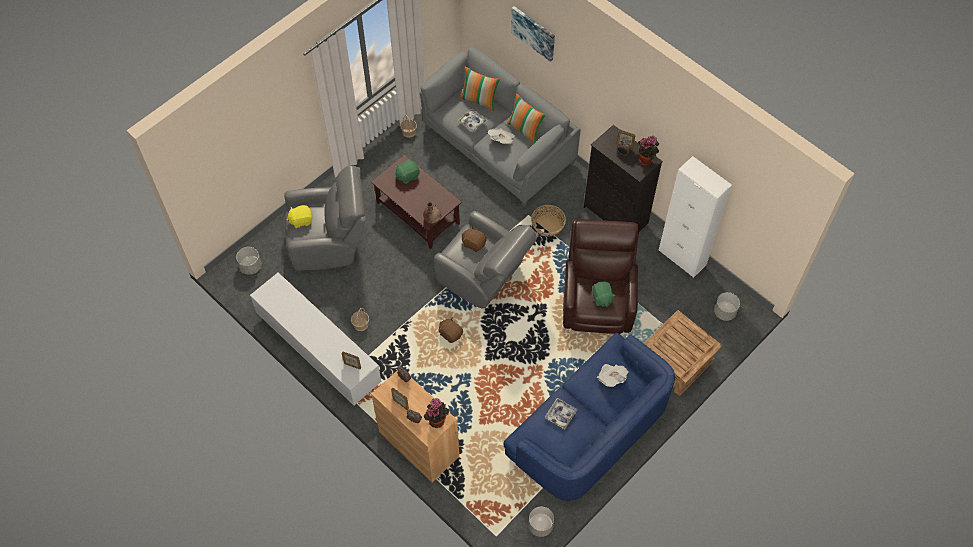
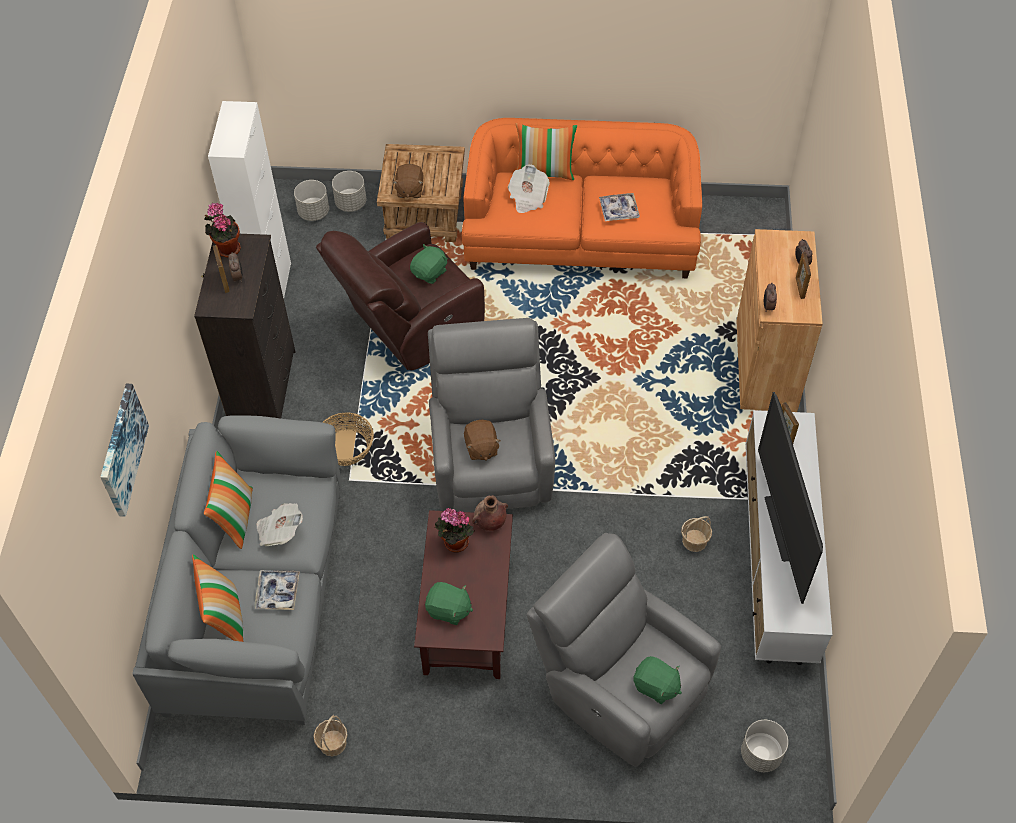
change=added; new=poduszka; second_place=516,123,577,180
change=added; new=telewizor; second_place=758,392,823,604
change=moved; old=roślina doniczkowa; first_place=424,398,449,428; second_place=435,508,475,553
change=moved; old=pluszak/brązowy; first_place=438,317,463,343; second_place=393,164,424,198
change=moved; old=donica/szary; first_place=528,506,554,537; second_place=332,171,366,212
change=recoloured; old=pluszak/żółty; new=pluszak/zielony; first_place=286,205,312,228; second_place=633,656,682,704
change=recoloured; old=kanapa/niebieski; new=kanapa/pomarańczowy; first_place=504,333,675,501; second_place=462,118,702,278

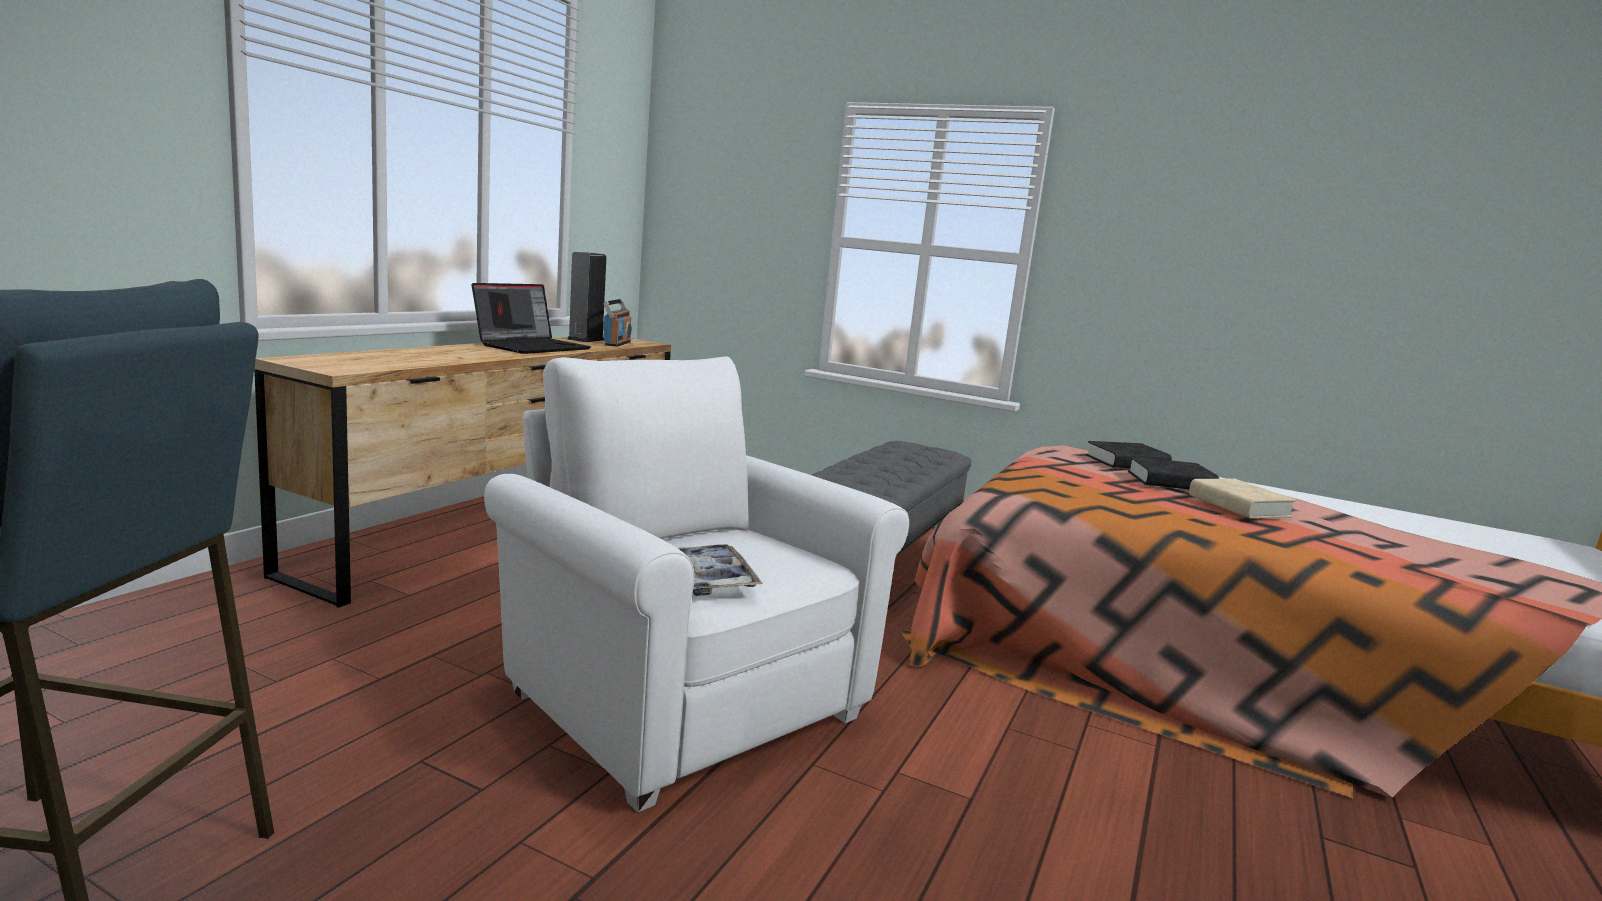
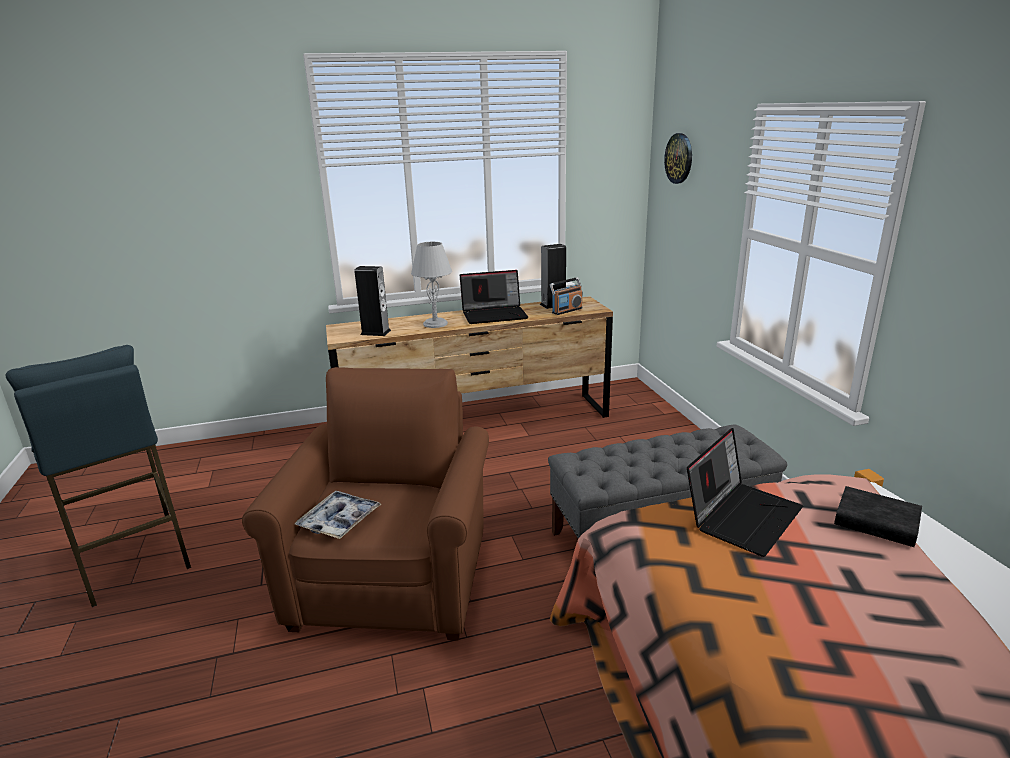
change=removed; old=książka/czarny; first_place=1128,456,1219,489
change=removed; old=książka/beżowy; first_place=1189,479,1297,519
change=added; new=głośnik; second_place=354,266,391,336
change=added; new=lampa stołowa/szary; second_place=411,242,452,328
change=added; new=zegar ścienny; second_place=664,133,692,184
change=added; new=laptop; second_place=687,428,803,557
change=recoloured; old=fotel/biały; new=fotel/brązowy; first_place=484,356,909,812; second_place=242,367,489,640

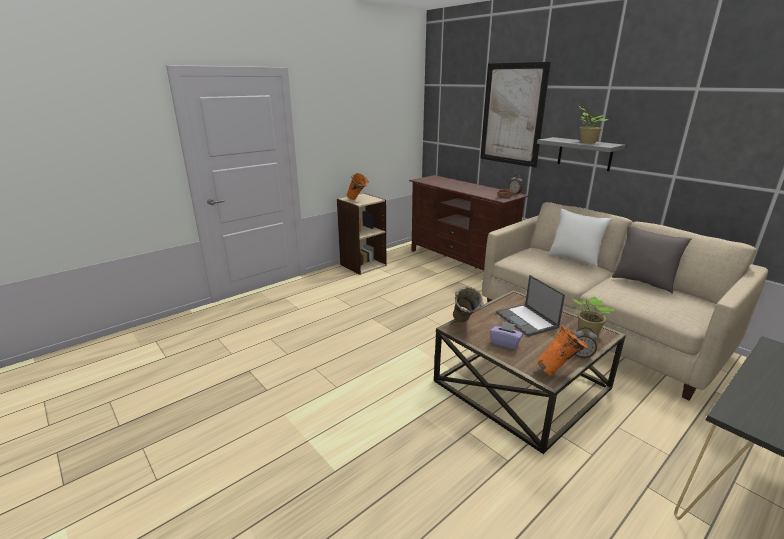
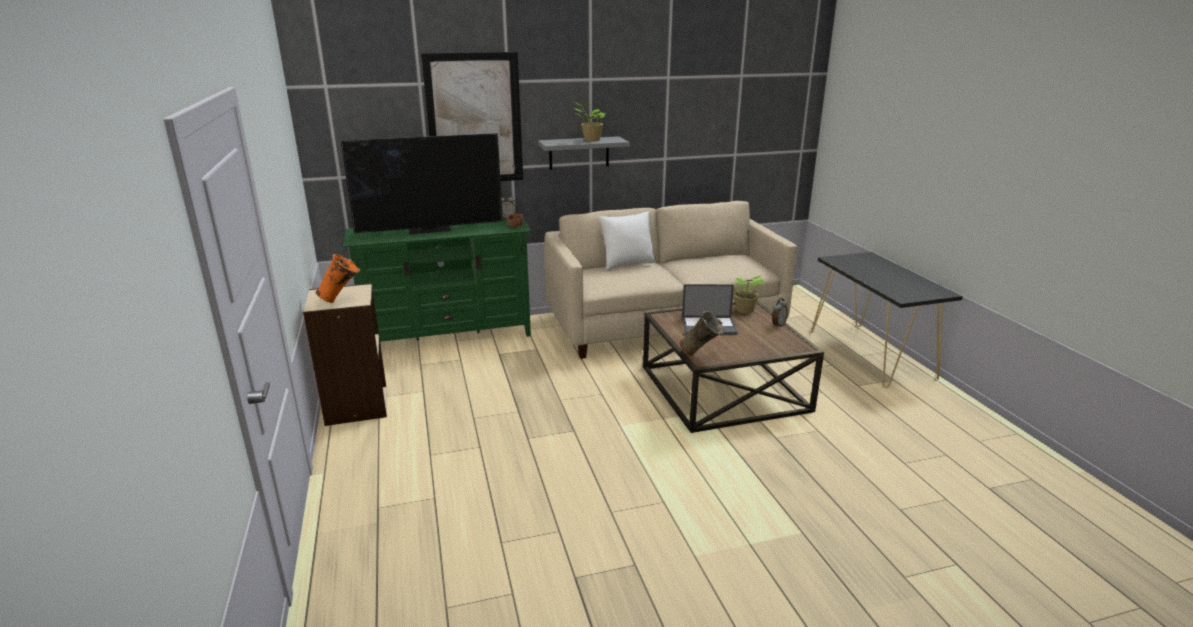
change=removed; old=pudełko chusteczek/fioletowy; first_place=490,321,523,350
change=removed; old=wazon/pomarańczowy; first_place=536,325,588,376
change=removed; old=poduszka/szary; first_place=612,225,692,294
change=added; new=telewizor; second_place=341,133,503,235
change=recoloured; old=szafka pod telewizor/brązowy; new=szafka pod telewizor/zielony; first_place=409,175,529,270; second_place=343,218,531,342

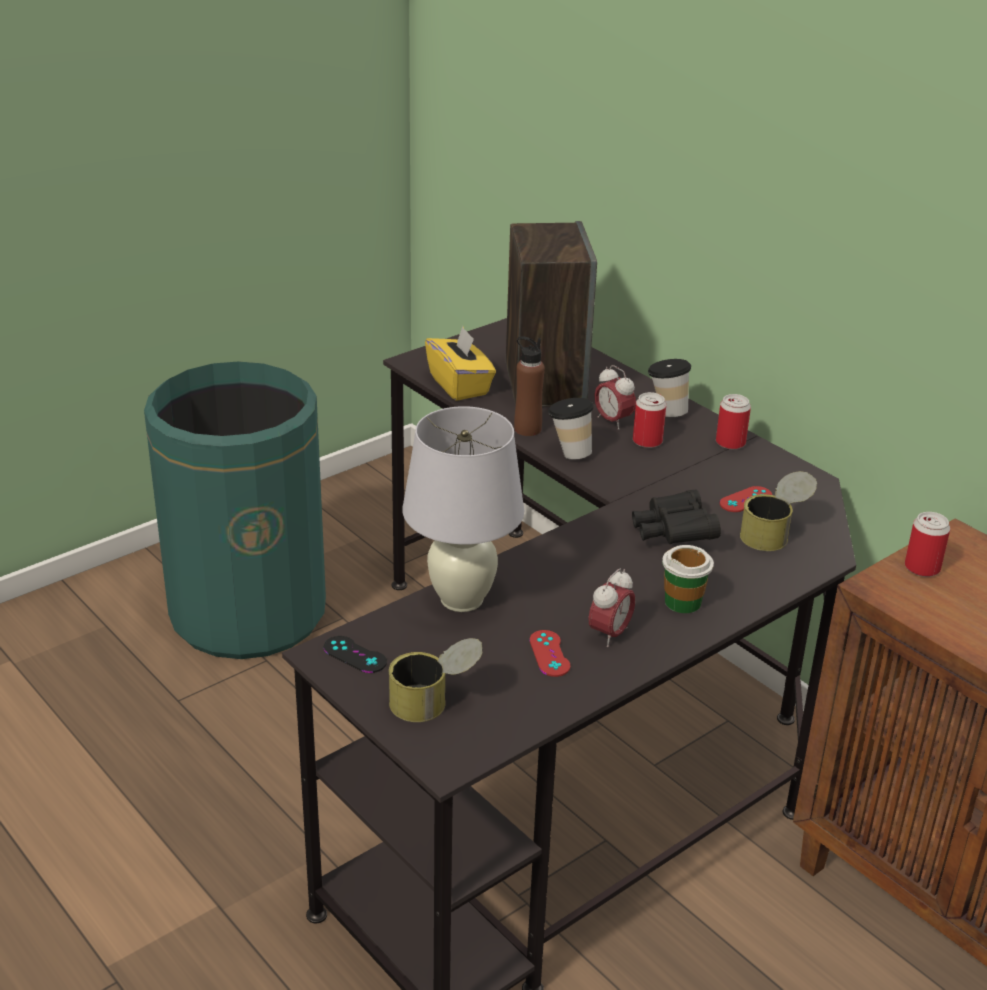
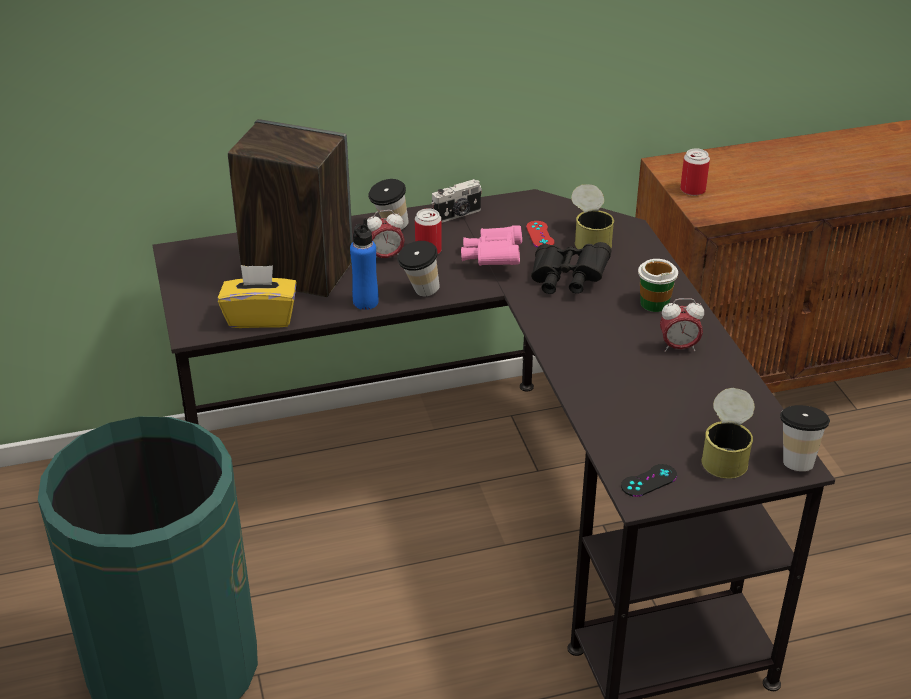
change=removed; old=lampa stołowa/biały; first_place=403,406,524,612
change=removed; old=pad do gier/czerwony; first_place=529,630,570,677
change=added; new=lornetka/różowy; second_place=461,225,522,266
change=added; new=filiżanka; second_place=780,405,830,471
change=replaced; old=puszka; new=aparat fotograficzny; first_place=716,394,751,449; second_place=431,179,482,223
change=recoloured; old=butelka/brązowy; new=butelka/niebieski; first_place=514,336,545,436; second_place=350,218,379,310
change=turned; old=budzik; first_place=589,569,635,647; second_place=660,298,704,352; degrees=120

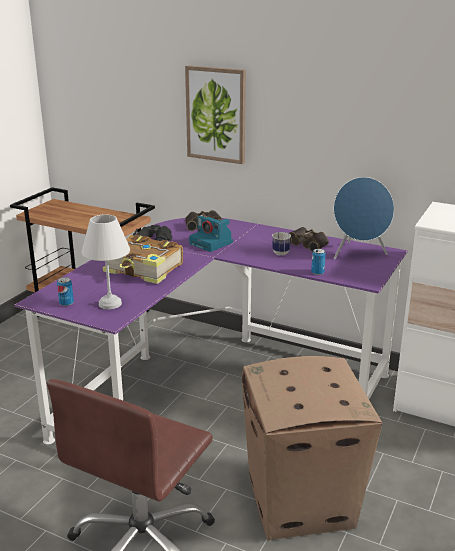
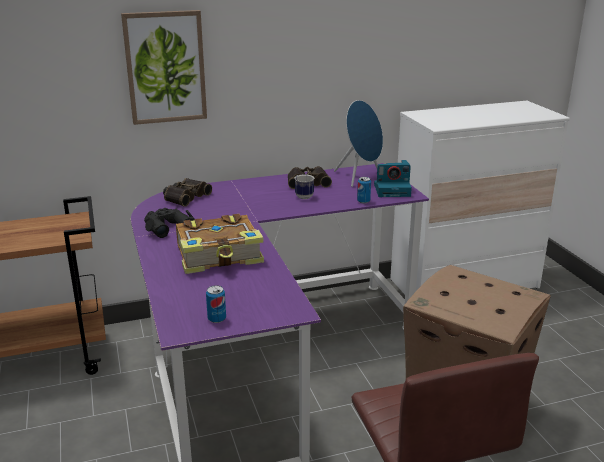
change=removed; old=lampa stołowa/biały; first_place=81,215,130,309
change=moved; old=aparat fotograficzny; first_place=189,216,233,252; second_place=374,160,412,197

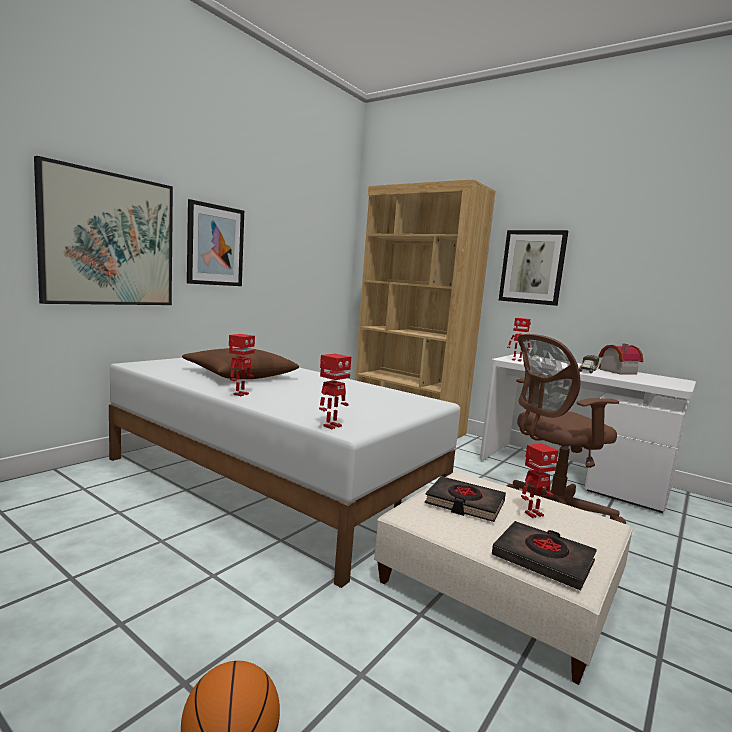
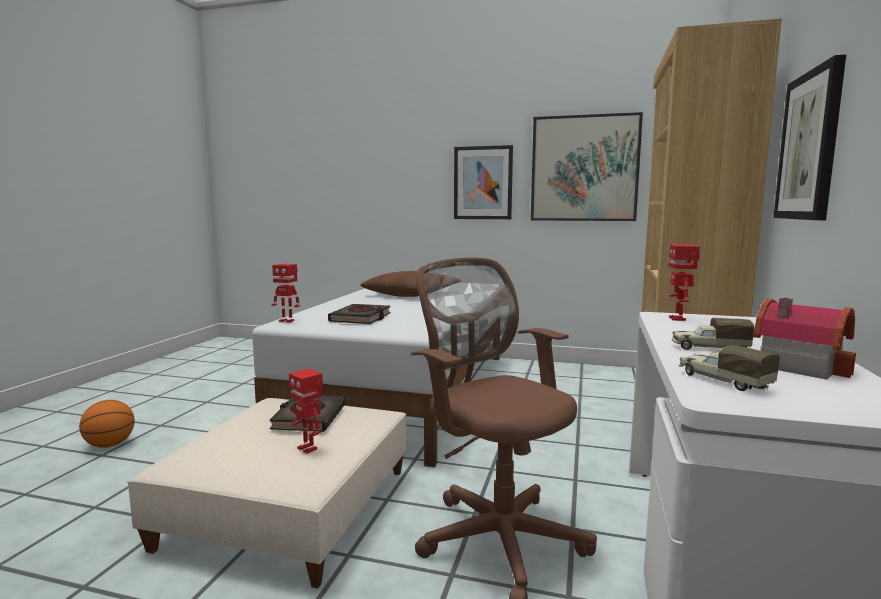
change=removed; old=robot zabawkowy; first_place=229,334,255,396
change=added; new=ciężarówka zabawkowa; second_place=679,345,780,391
change=moved; old=obraz; first_place=34,156,173,305; second_place=531,112,643,221
change=moved; old=książka/czarny; first_place=492,521,597,591; second_place=328,304,391,324

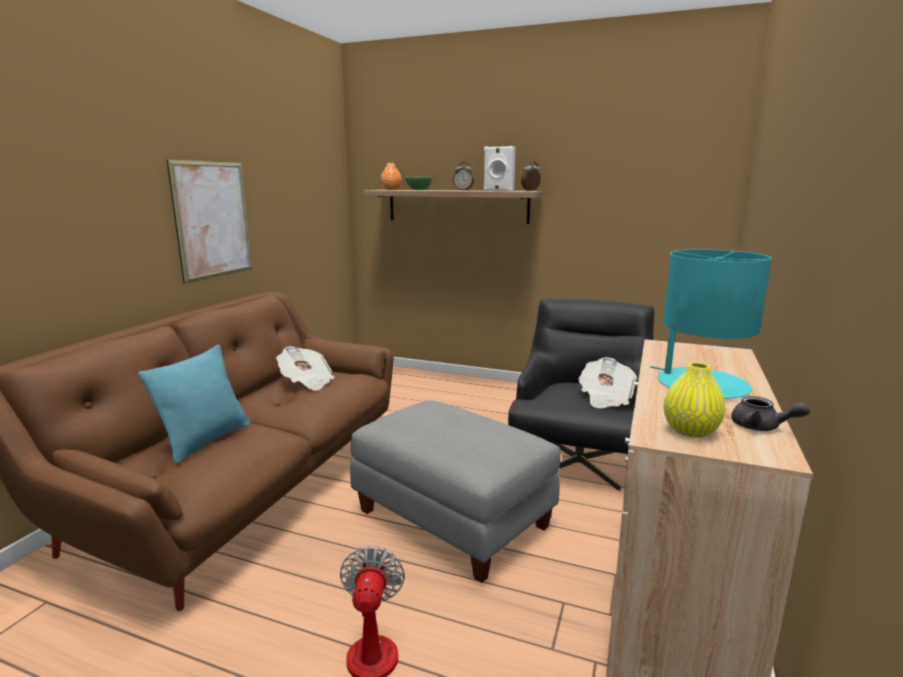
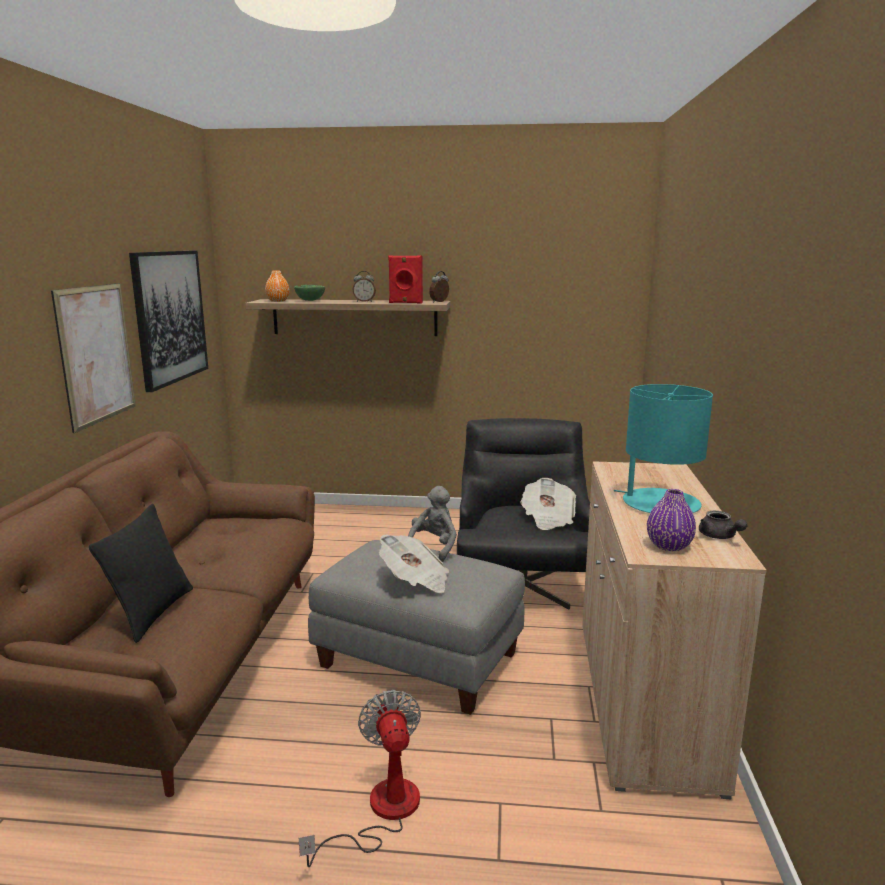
change=added; new=obraz; second_place=129,251,208,392
change=added; new=pluszak/szary; second_place=408,486,457,562
change=moved; old=gazeta; first_place=276,346,335,391; second_place=379,534,449,593
change=recoloured; old=poduszka/turkusowy; new=poduszka/czarny; first_place=138,345,250,465; second_place=89,504,193,643
change=recoloured; old=głośnik/biały; new=głośnik/czerwony; first_place=483,146,515,191; second_place=388,255,423,304
change=recoloured; old=wazon/żółty; new=wazon/fioletowy; first_place=664,362,725,437; second_place=647,489,696,551
change=turned; old=imbryk/szary; first_place=731,396,810,431; second_place=699,511,747,539; degrees=45

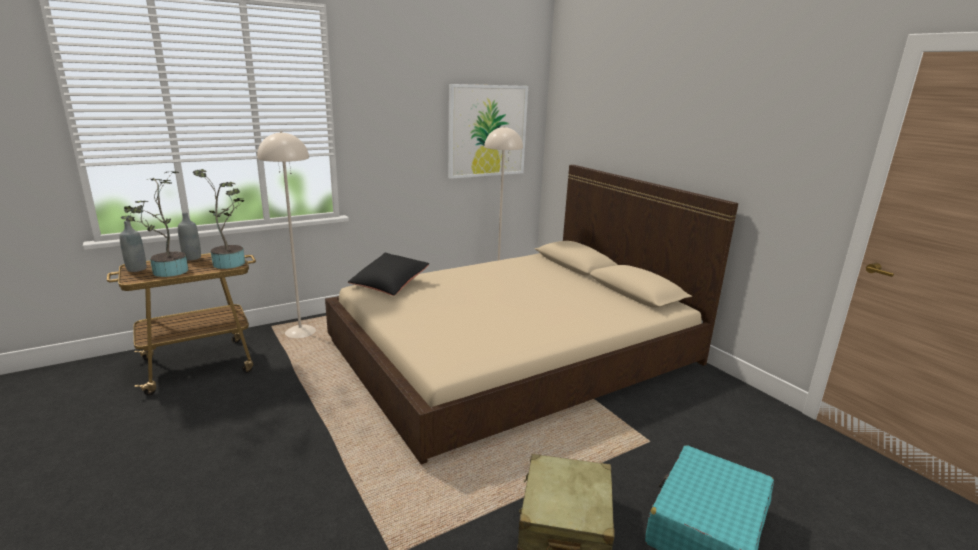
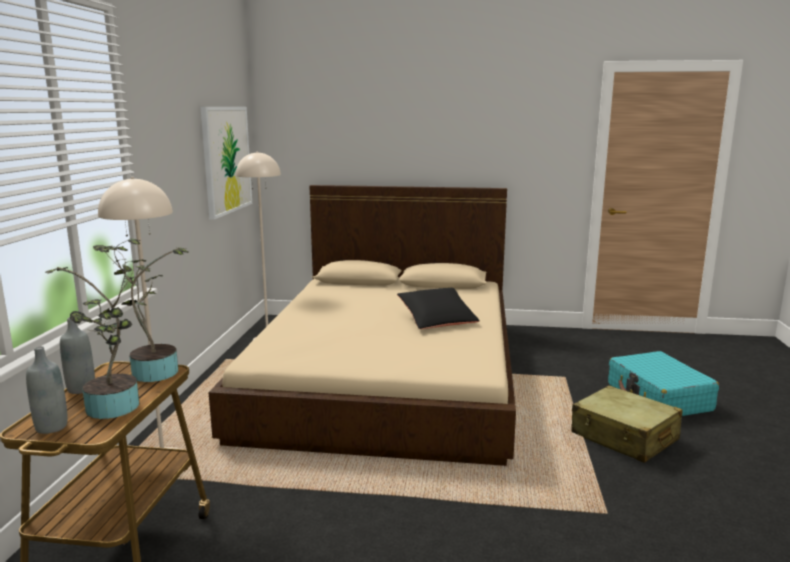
change=moved; old=poduszka/czarny; first_place=348,253,429,296; second_place=397,288,480,329

